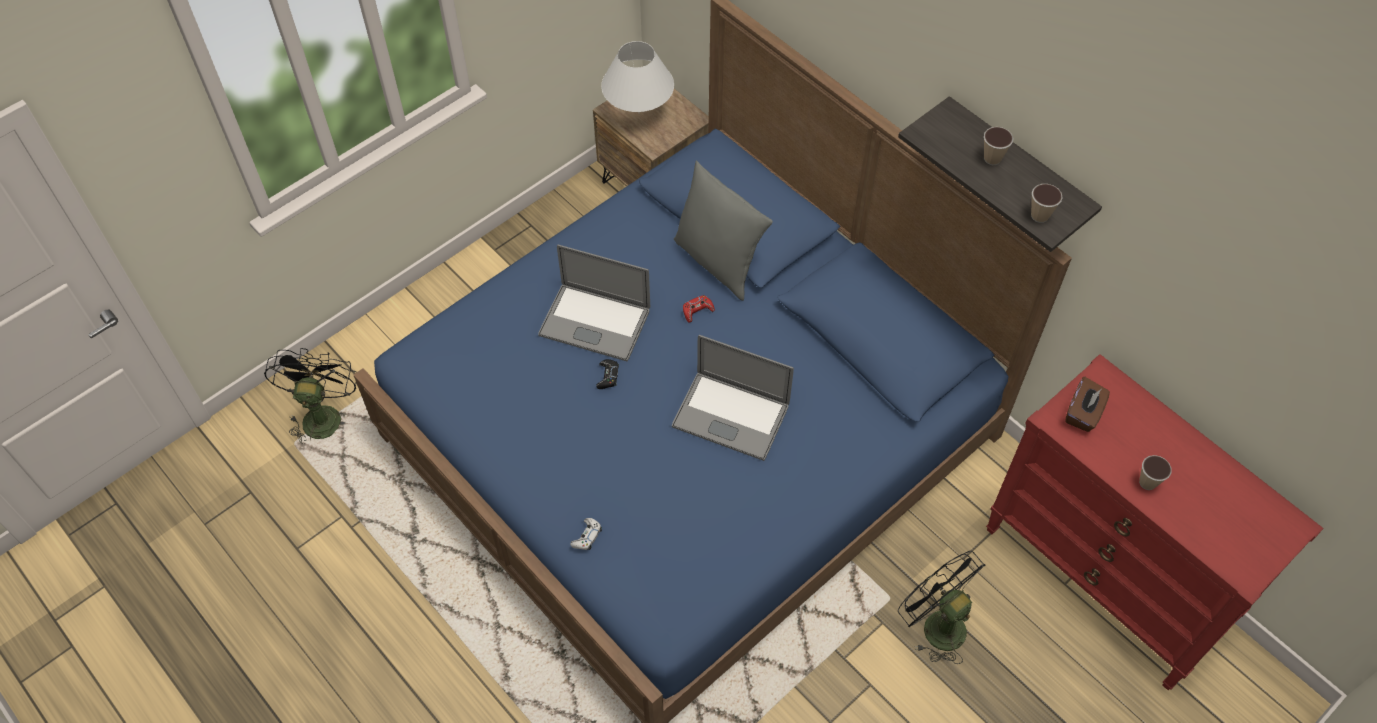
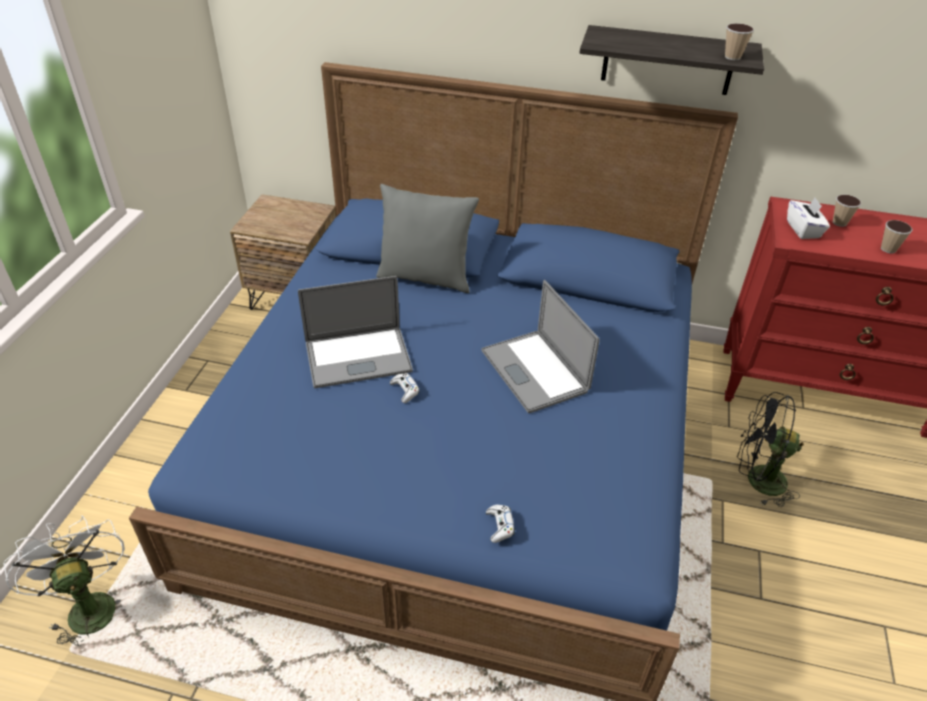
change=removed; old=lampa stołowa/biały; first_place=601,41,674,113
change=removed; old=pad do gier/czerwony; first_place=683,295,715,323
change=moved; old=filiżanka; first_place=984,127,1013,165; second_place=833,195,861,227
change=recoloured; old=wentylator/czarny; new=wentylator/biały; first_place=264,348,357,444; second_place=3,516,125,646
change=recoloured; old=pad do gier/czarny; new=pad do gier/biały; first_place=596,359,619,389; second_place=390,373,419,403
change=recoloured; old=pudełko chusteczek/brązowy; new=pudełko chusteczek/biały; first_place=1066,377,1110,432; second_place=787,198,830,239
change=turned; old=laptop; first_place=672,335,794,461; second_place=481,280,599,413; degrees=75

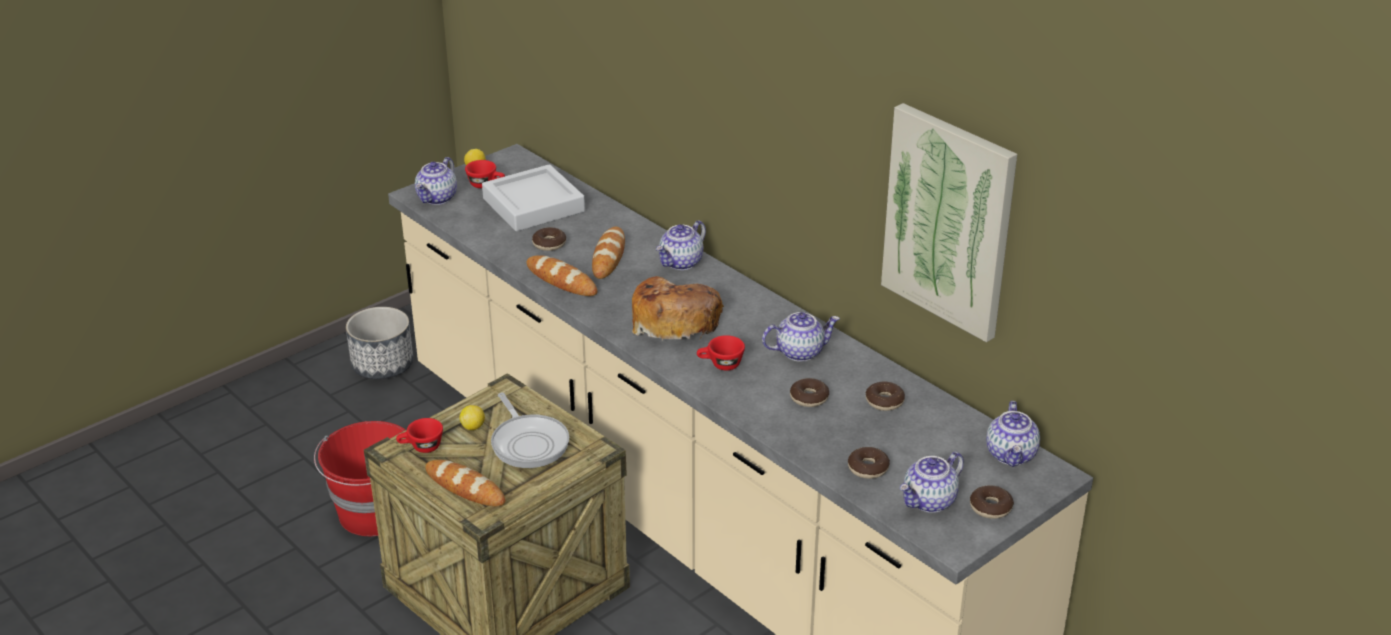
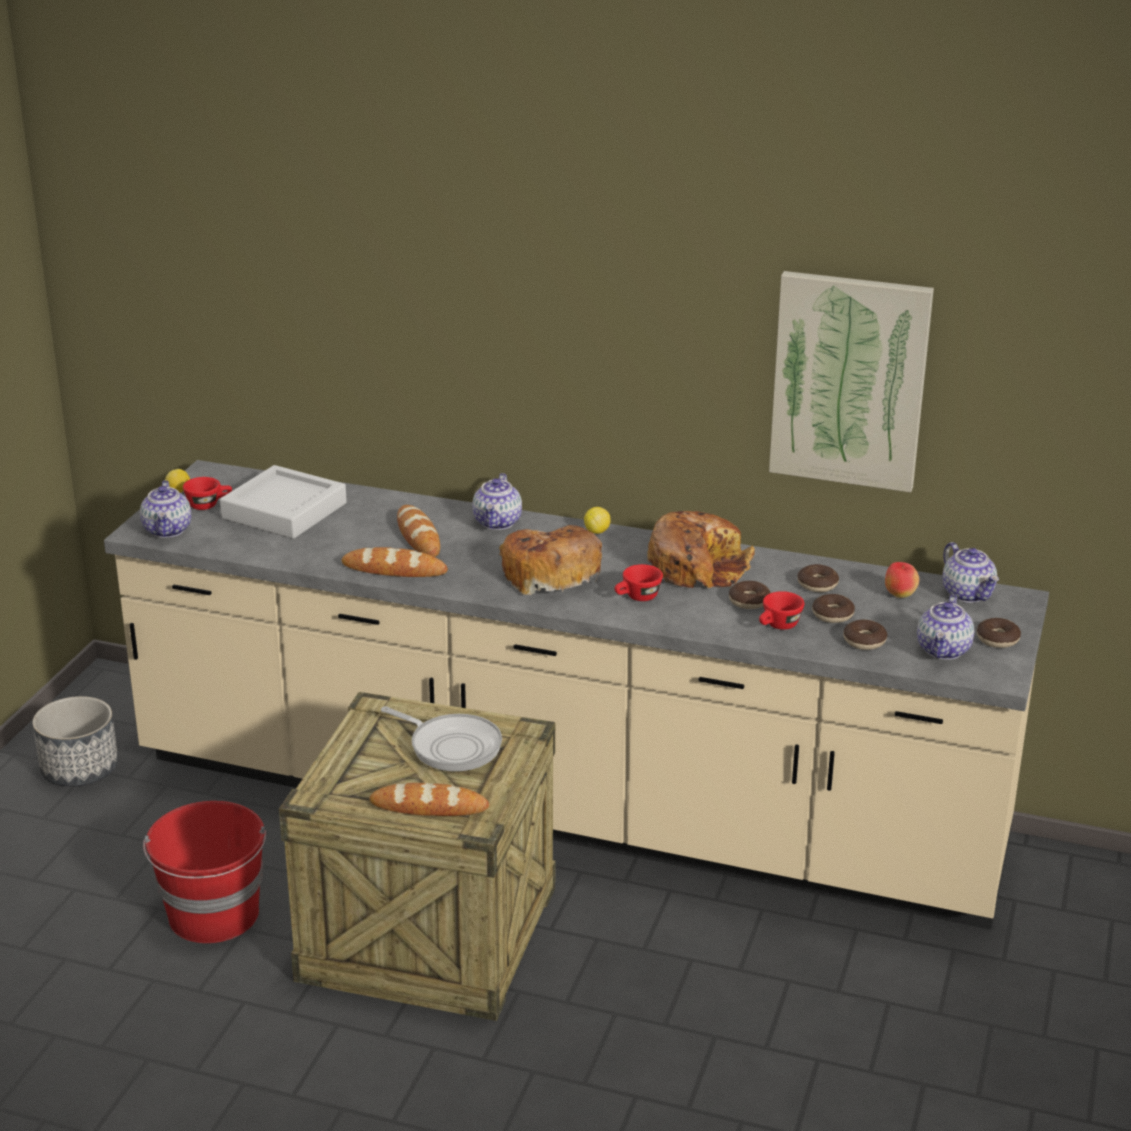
change=added; new=jabłko; second_place=885,562,919,598
change=moved; old=filiżanka/czerwony; first_place=396,418,443,453; second_place=759,591,804,630
change=moved; old=cytryna; first_place=460,405,485,430; second_place=584,507,611,534
change=moved; old=donut; first_place=532,227,566,251; second_place=812,594,855,623
change=replaced; old=imbryk; new=chleb; first_place=762,312,840,362; second_place=647,511,755,588

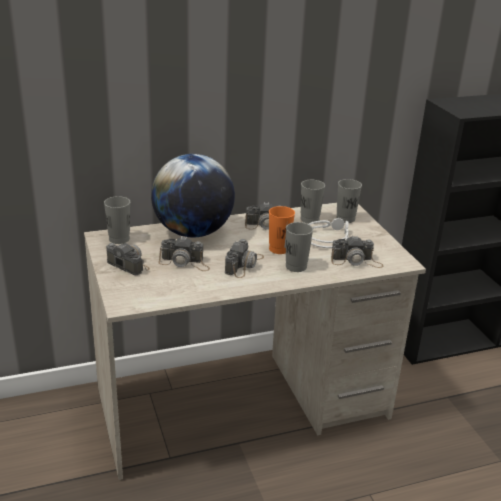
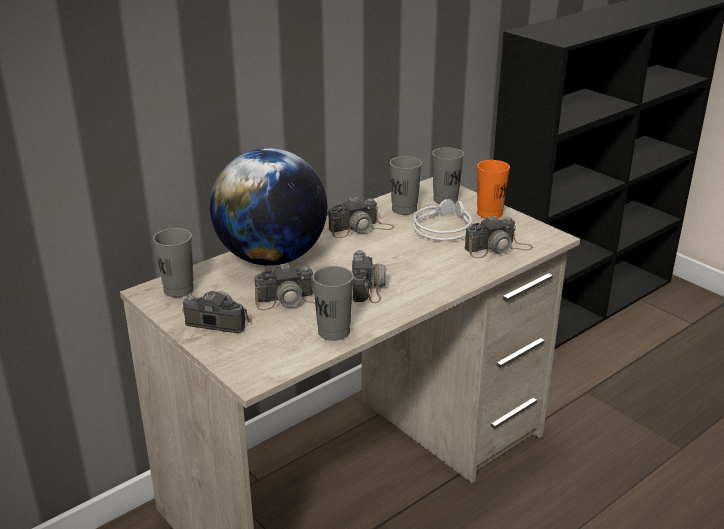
change=moved; old=filiżanka/pomarańczowy; first_place=269,206,295,254; second_place=477,160,510,219
change=moved; old=filiżanka/szary; first_place=286,222,313,272; second_place=312,266,354,341

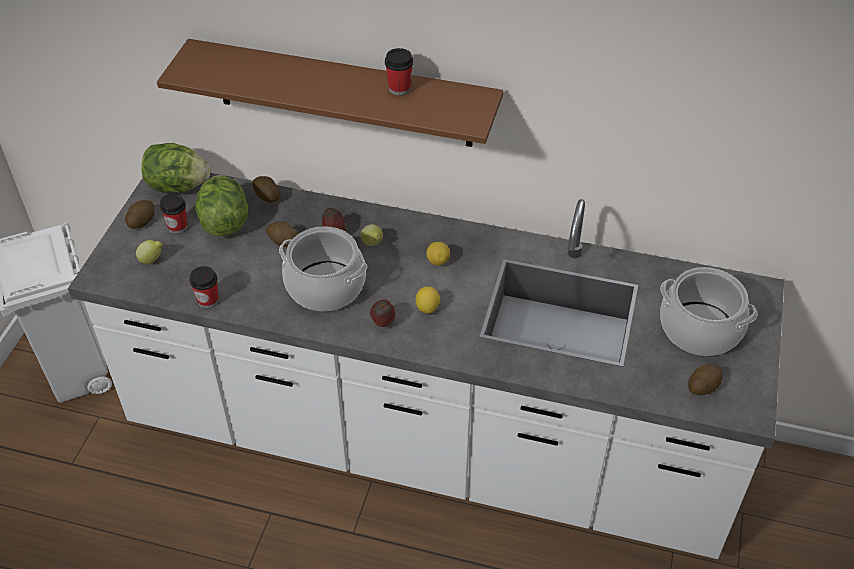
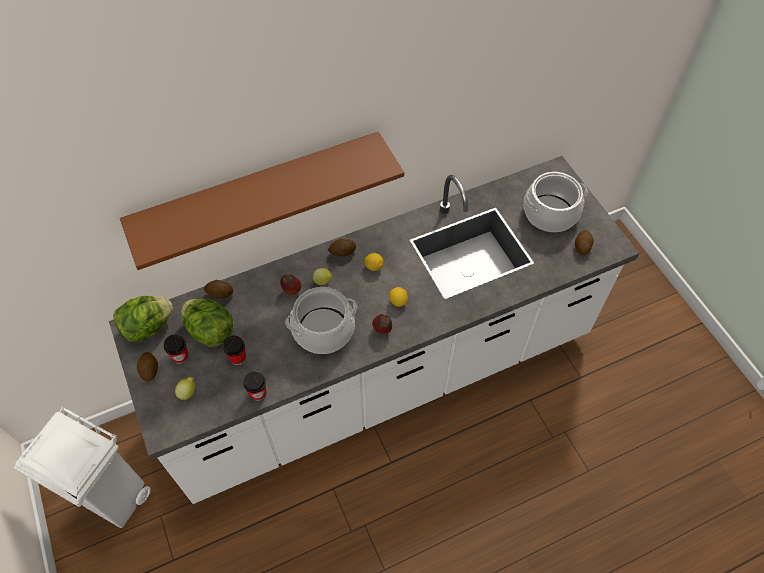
change=moved; old=ziemniak; first_place=266,221,299,247; second_place=328,239,356,257
change=moved; old=filiżanka; first_place=385,48,413,95; second_place=223,336,246,365

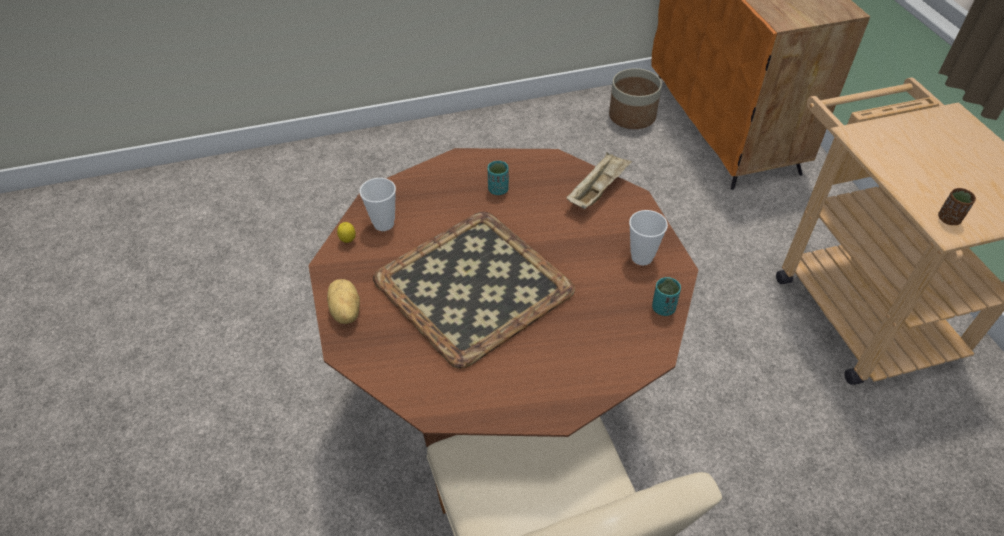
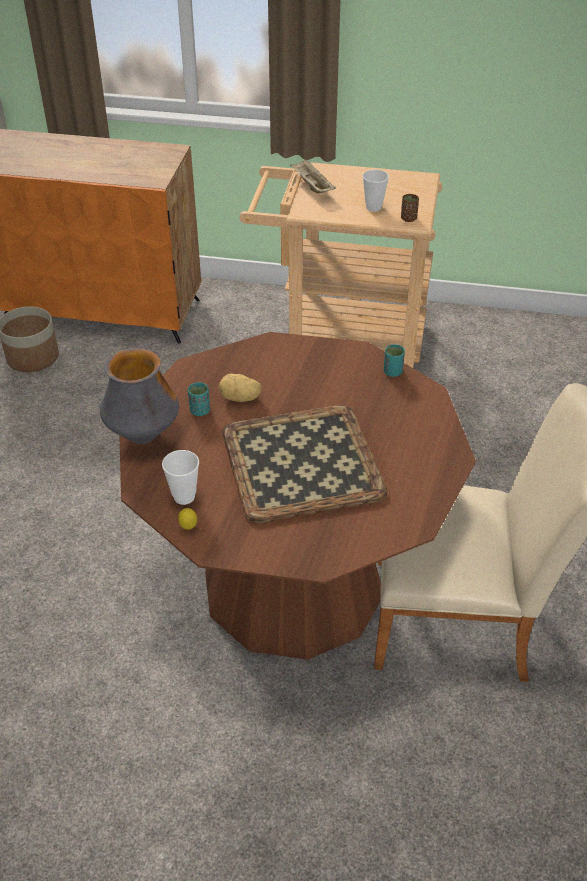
change=added; new=wazon; second_place=100,348,179,444
change=moved; old=ziemniak; first_place=327,279,360,324; second_place=219,374,262,402
change=moved; old=taca/beżowy; first_place=566,152,632,209; second_place=290,159,336,194
change=moved; old=filiżanka; first_place=629,210,668,266; second_place=363,169,389,212

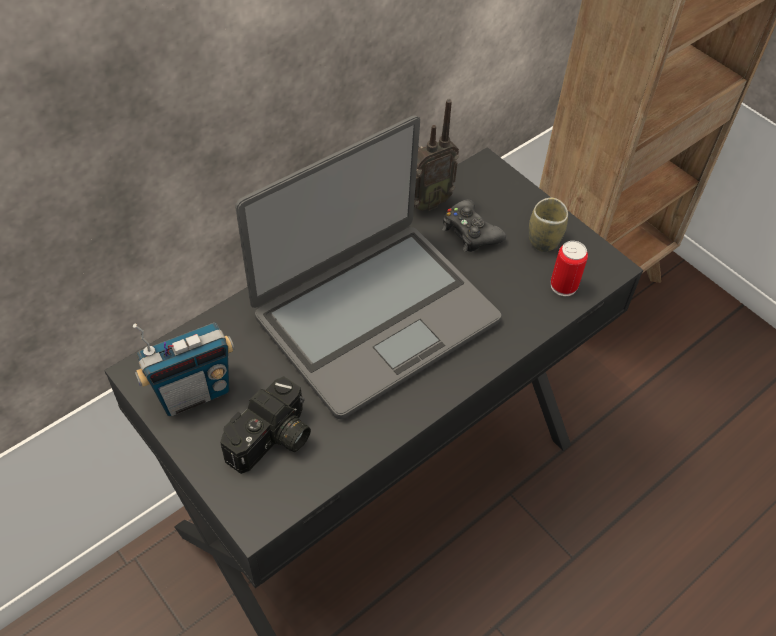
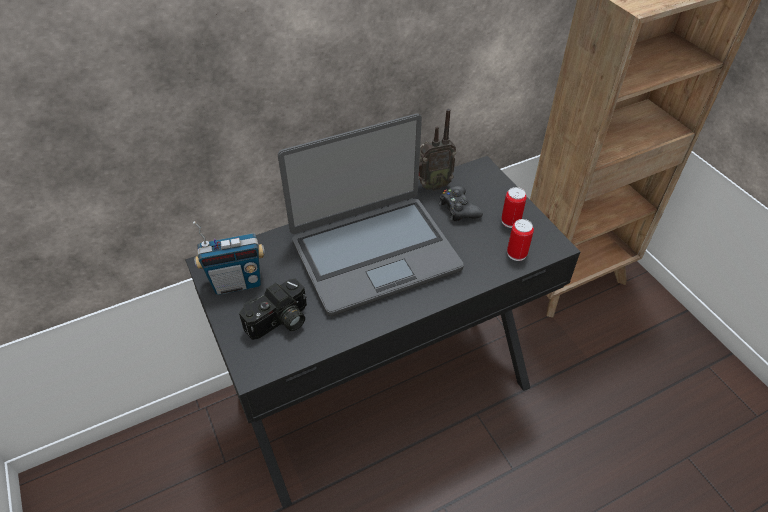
change=replaced; old=filiżanka; new=puszka; first_place=529,198,568,252; second_place=501,187,527,228

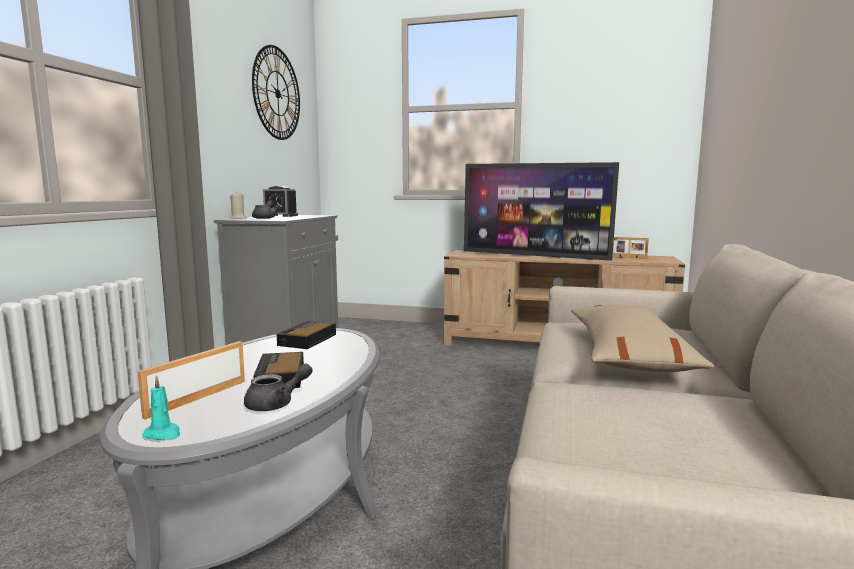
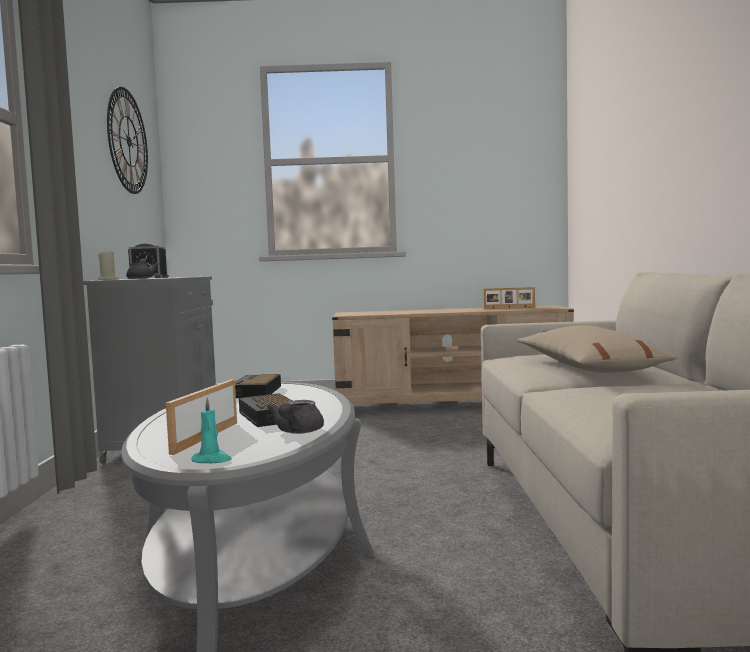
change=removed; old=telewizor; first_place=464,162,619,261
change=turned; old=imbryk/szary; first_place=244,363,313,411; second_place=266,400,324,434; degrees=150

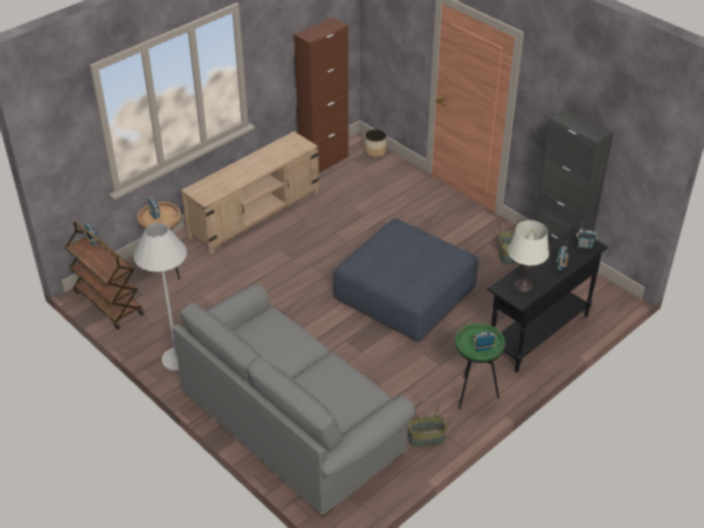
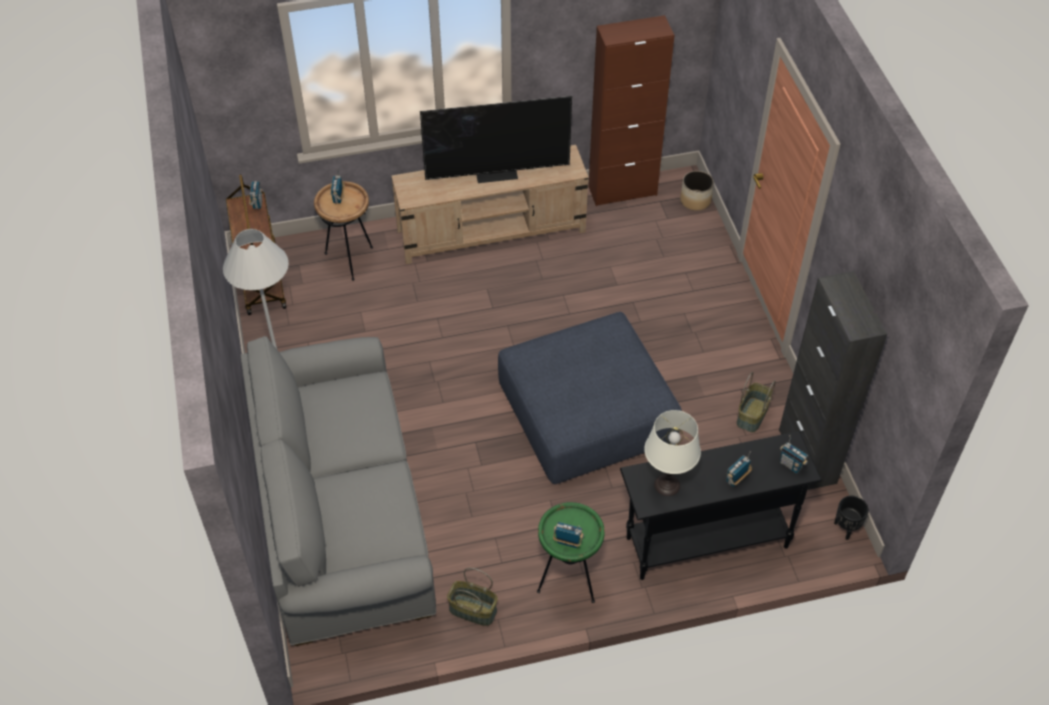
change=added; new=telewizor; second_place=420,96,572,183
change=added; new=donica/czarny; second_place=834,496,869,540

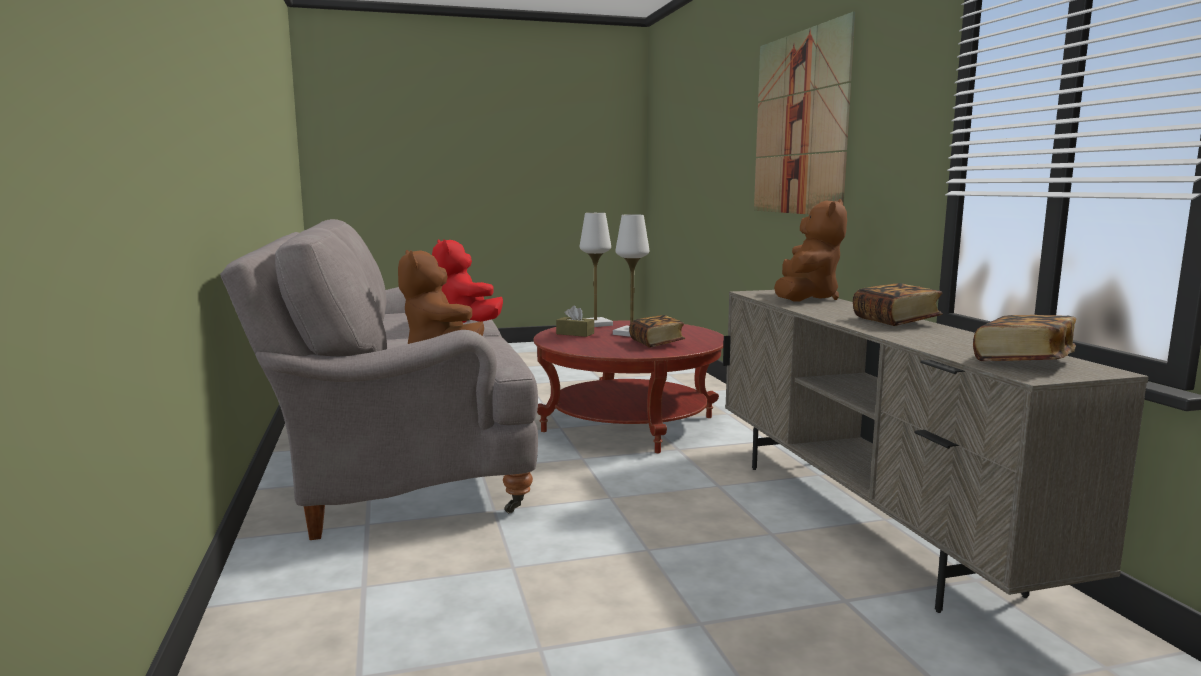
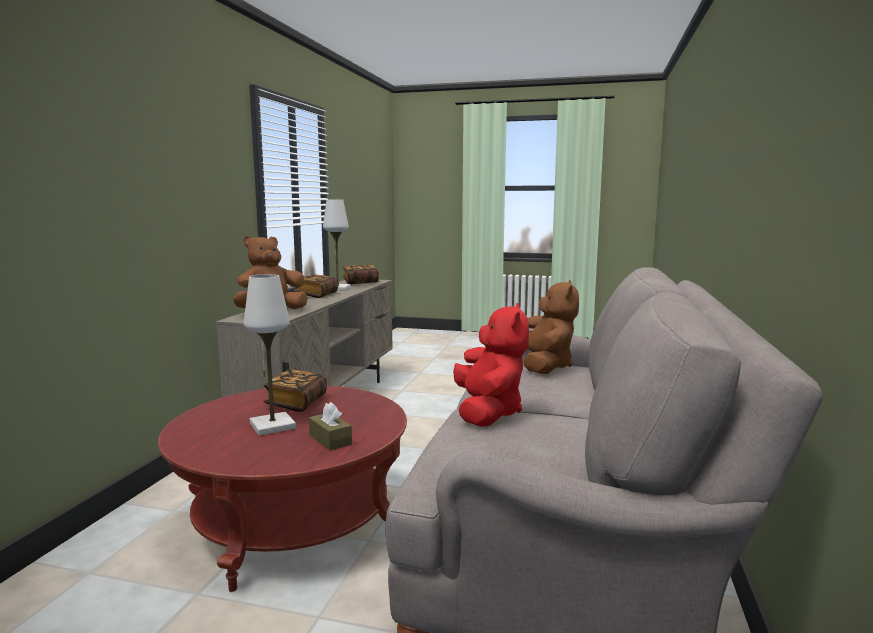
change=removed; old=obraz; first_place=754,12,855,214
change=moved; old=lampa stołowa/biały; first_place=580,213,613,327; second_place=323,199,351,291

